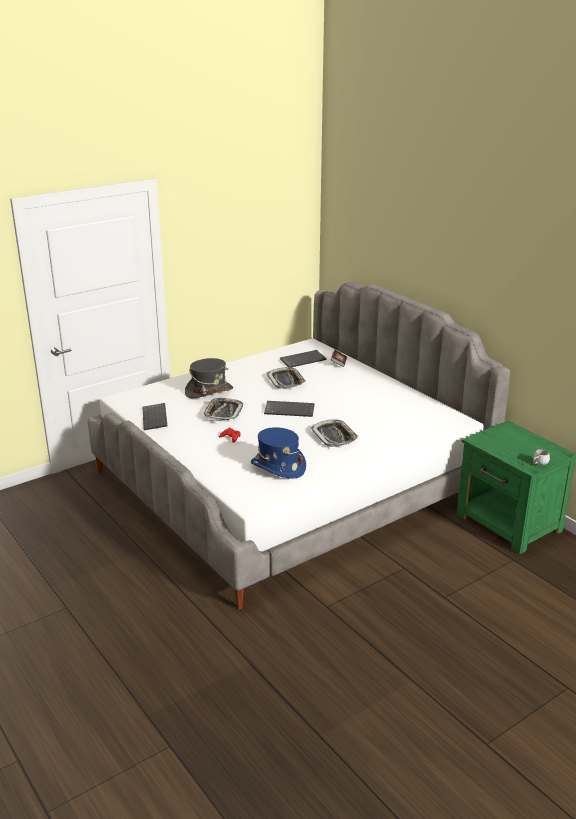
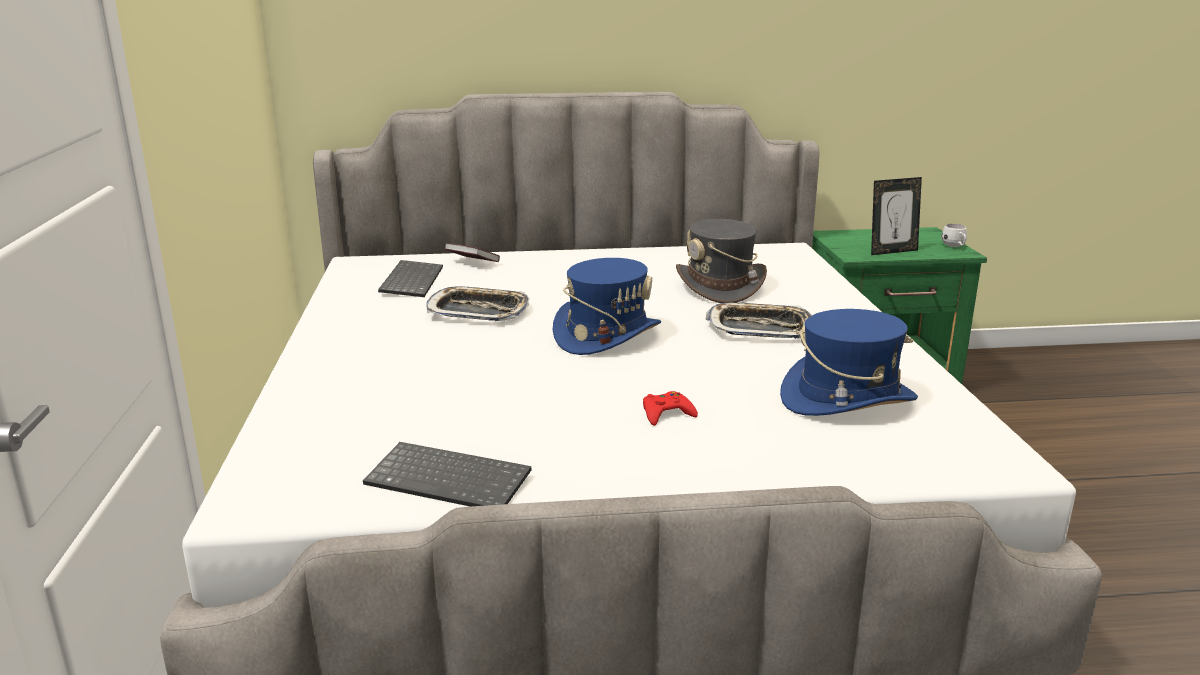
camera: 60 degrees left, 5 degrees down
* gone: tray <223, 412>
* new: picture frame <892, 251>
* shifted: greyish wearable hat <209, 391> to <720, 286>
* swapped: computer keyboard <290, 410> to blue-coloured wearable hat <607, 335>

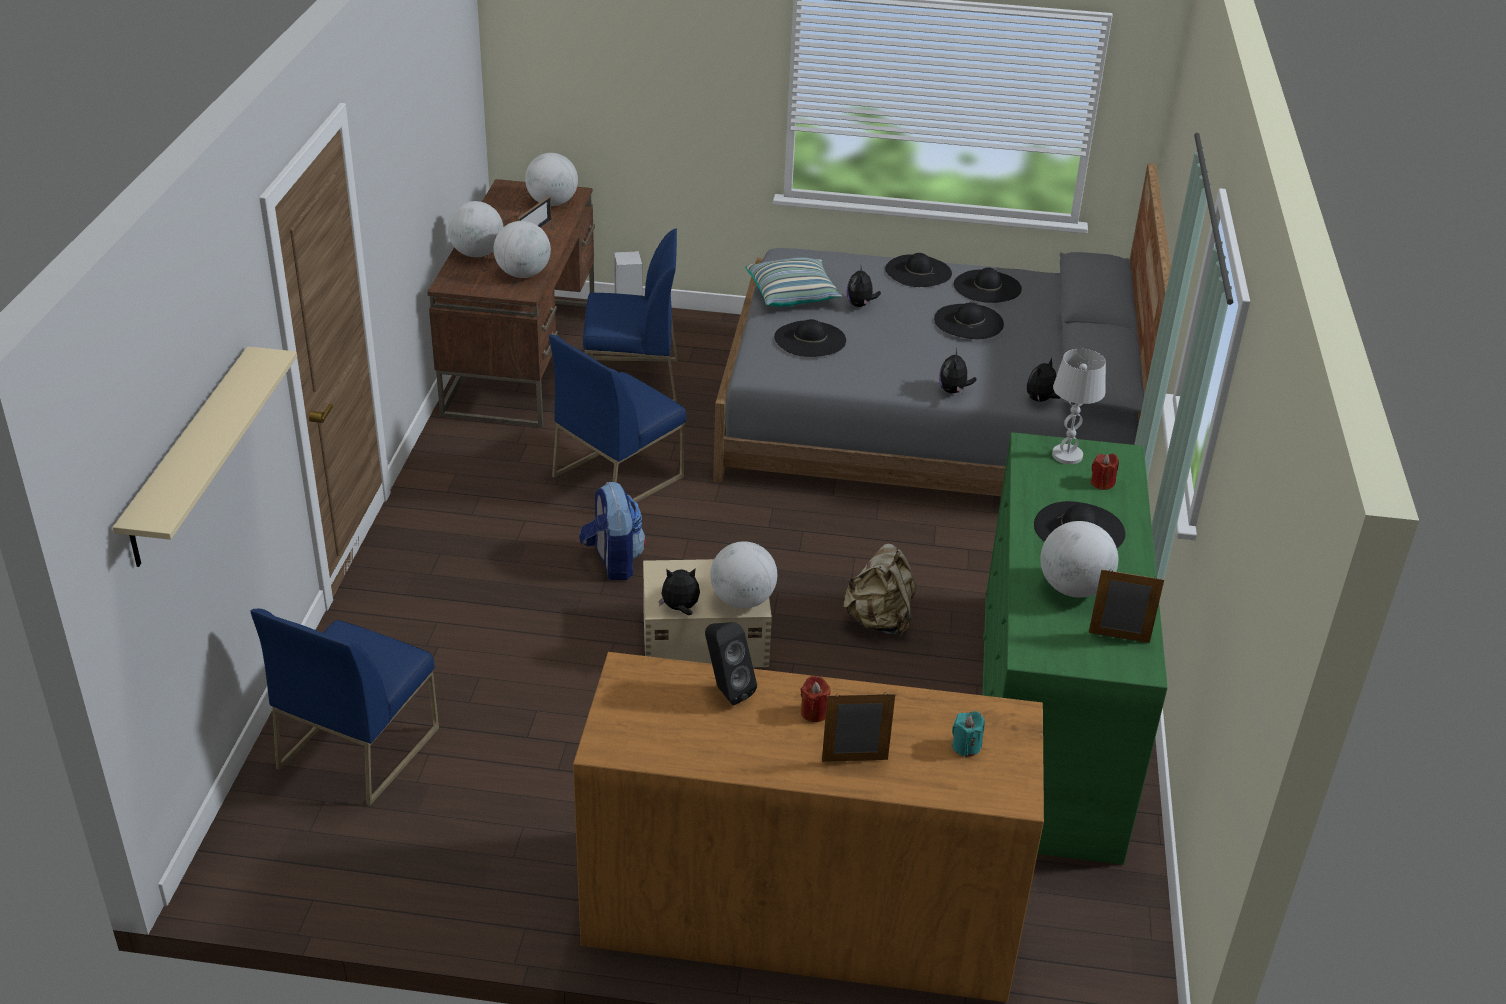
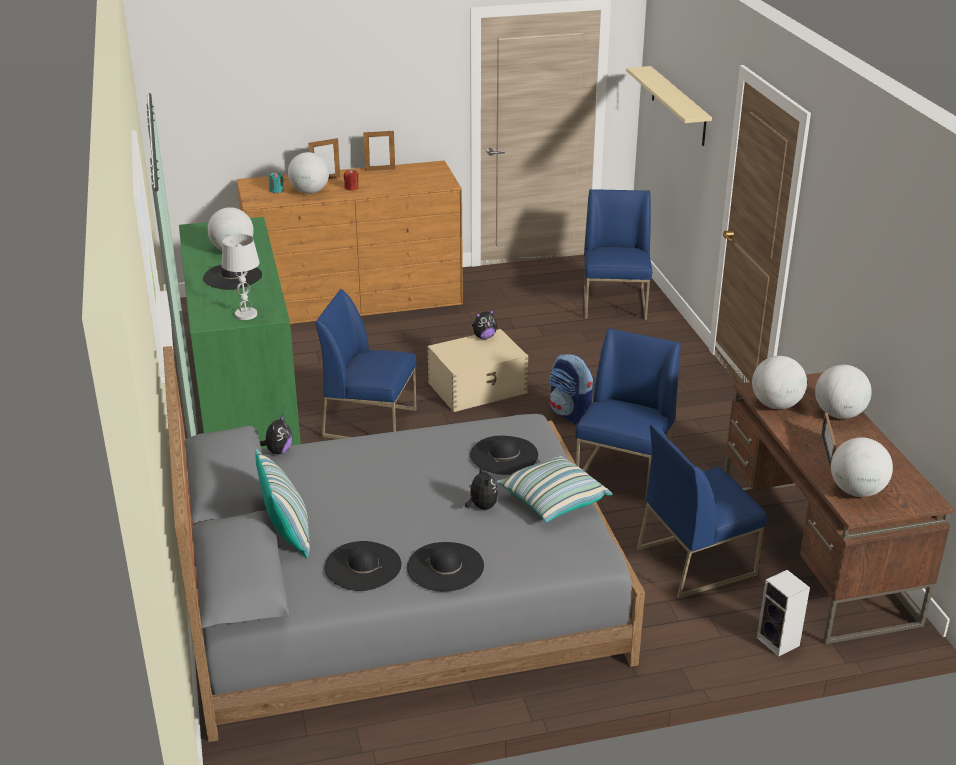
camera: 160 degrees right, 5 degrees down
* gone: black audio speaker <726, 691>
* gone: black wearable hat <968, 321>
* gone: soft toy <953, 391>
* gone: red wax light <1102, 483>
* new: cushion <287, 535>
* shifted: globe <743, 600> to <309, 192>
* shifted: picture frame <1119, 637> to <380, 170>
* swapped: sand-coloured knapsack <879, 621> to blue-coloured plain chair <371, 422>

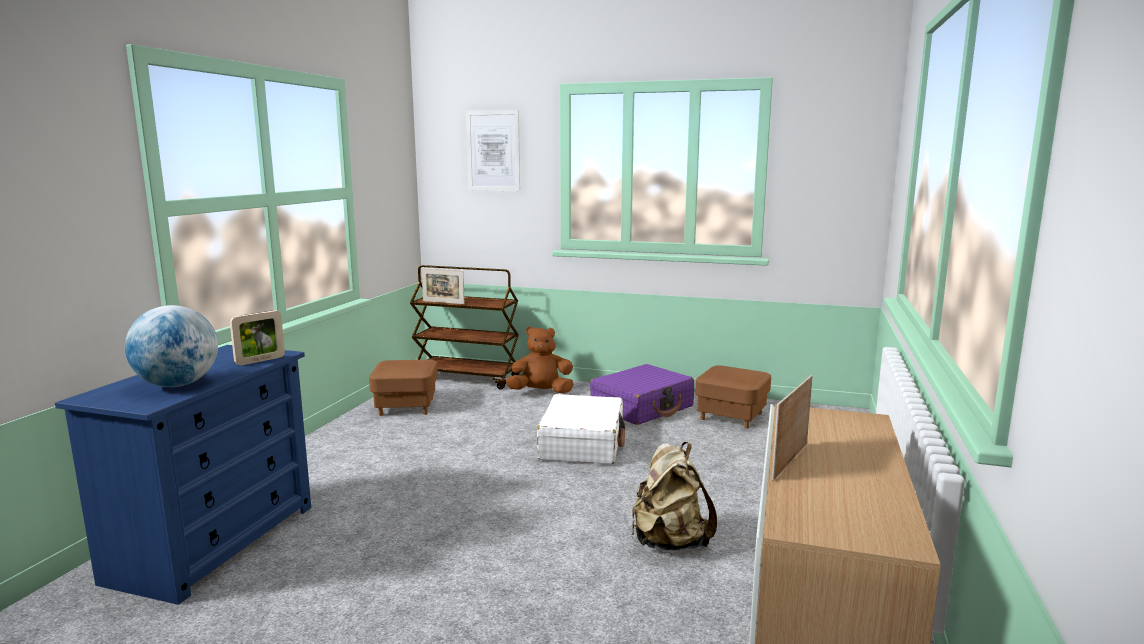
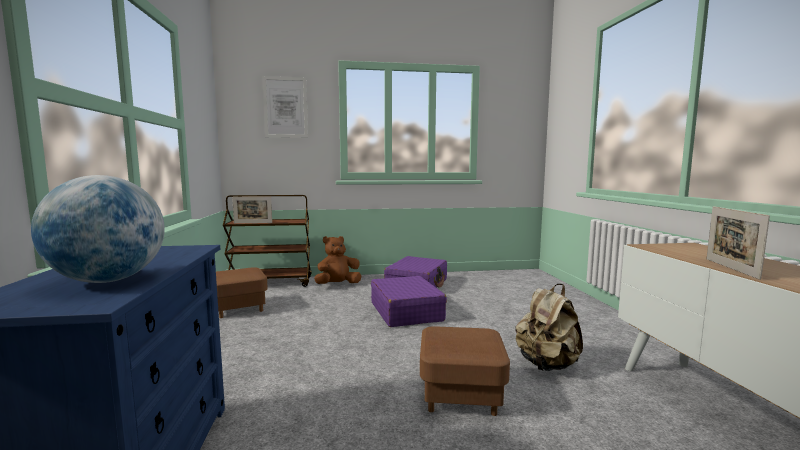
camera: 25 degrees left, 5 degrees down
* gone: picture frame <260, 360>
* shifted: brown ottoman <731, 416> to <461, 395>
* repainted: white-coloured travel case <582, 443> to purple-coloured travel case <406, 311>

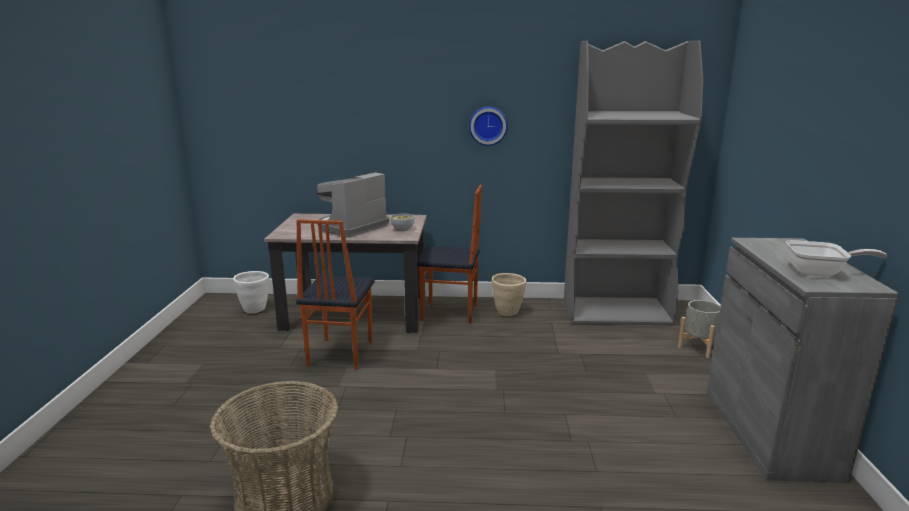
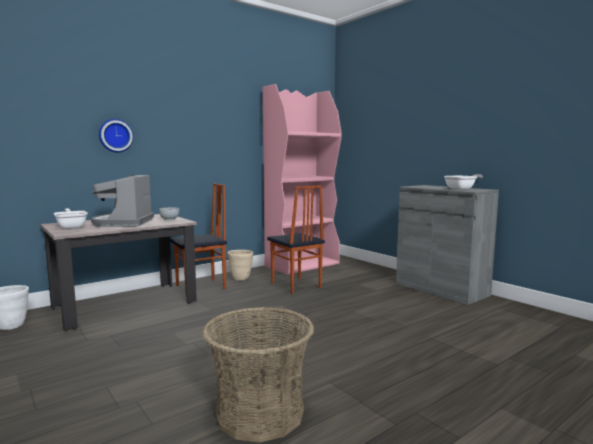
camera: 40 degrees left, 10 degrees down
* gone: greyish flower pot <698, 347>
* new: skillet <71, 227>
* shifted: plain chair <339, 354> to <295, 286>
* shifted: hanging clock <488, 125> to <115, 135>
* repainted: greyish bookcase <617, 312> to pinkish bookcase <302, 265>

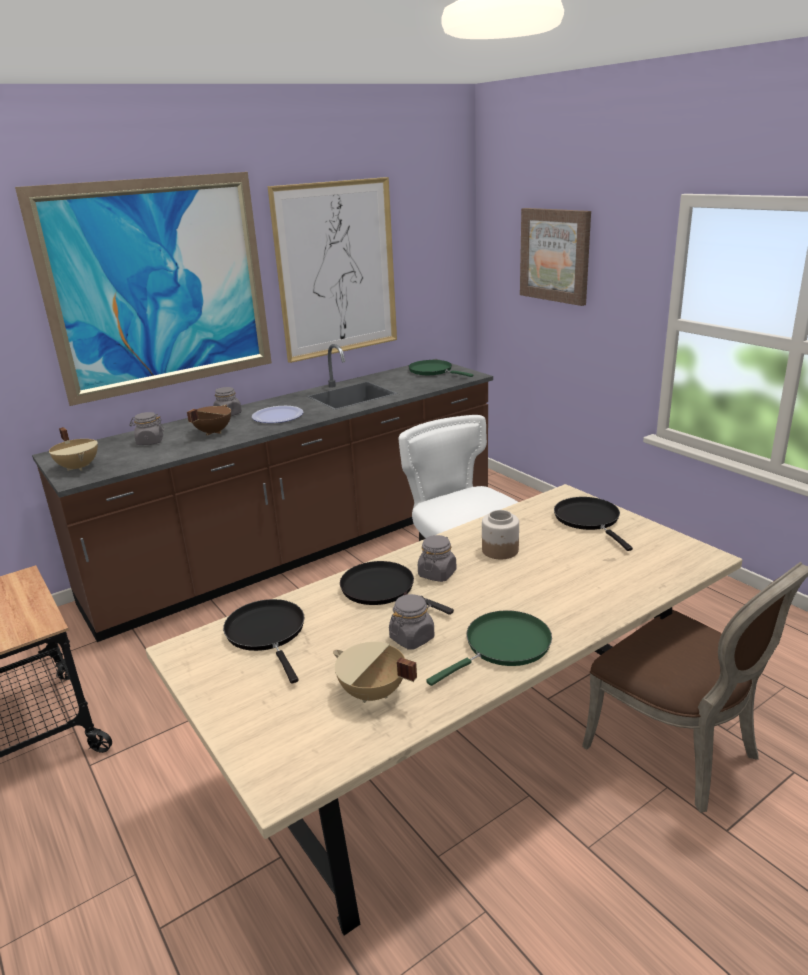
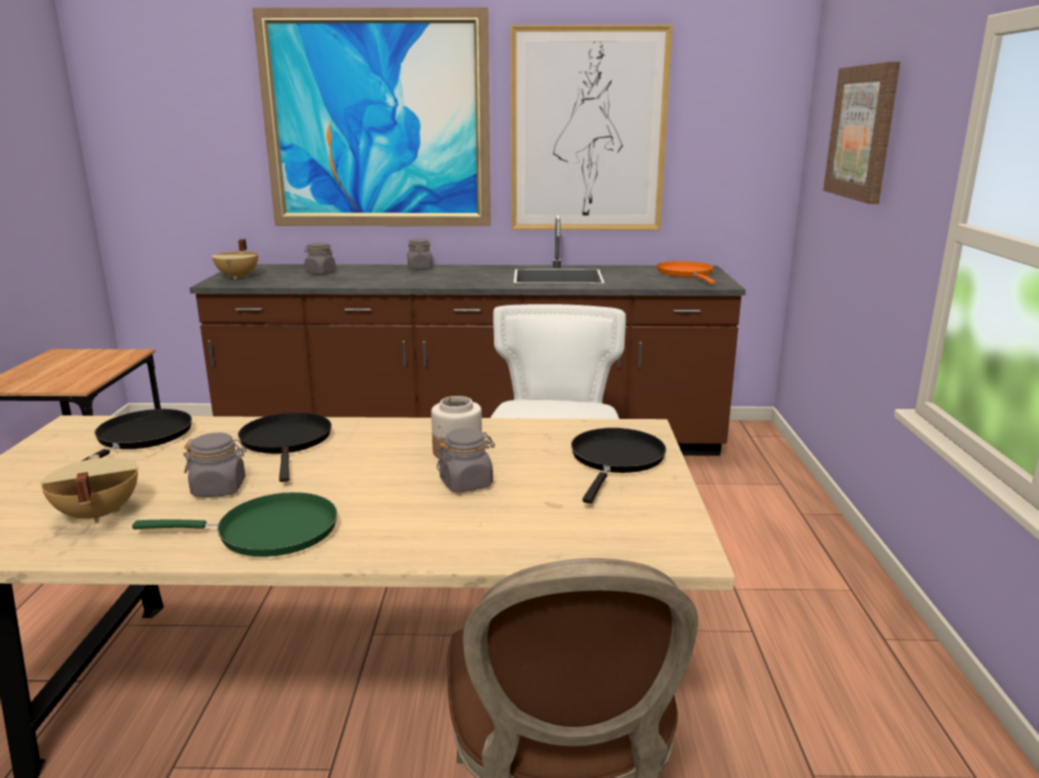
camera: 35 degrees right, 5 degrees down
* gone: brown saucepot <212, 432>
* gone: plate <278, 416>
* shifted: greyish storage jar <437, 573> to <466, 483>
* repainted: green skillet <433, 371> to orangey skillet <686, 274>

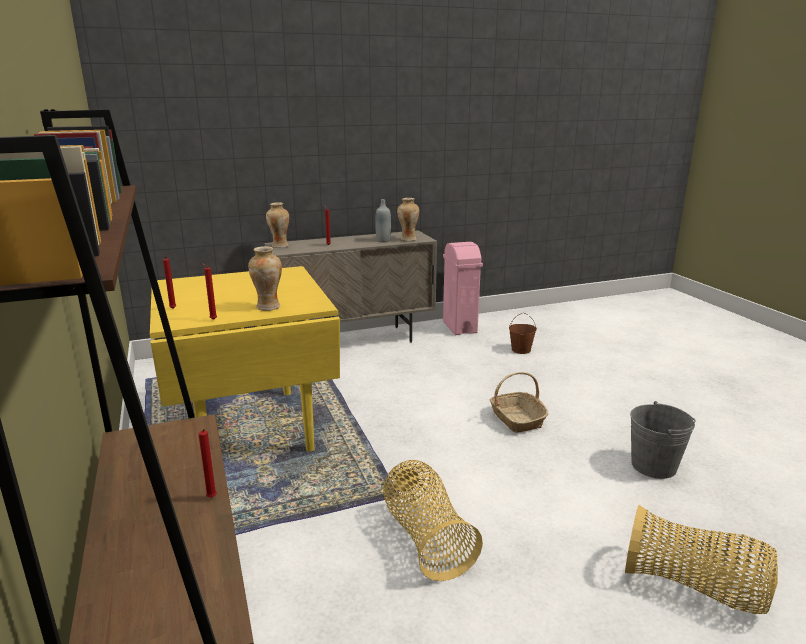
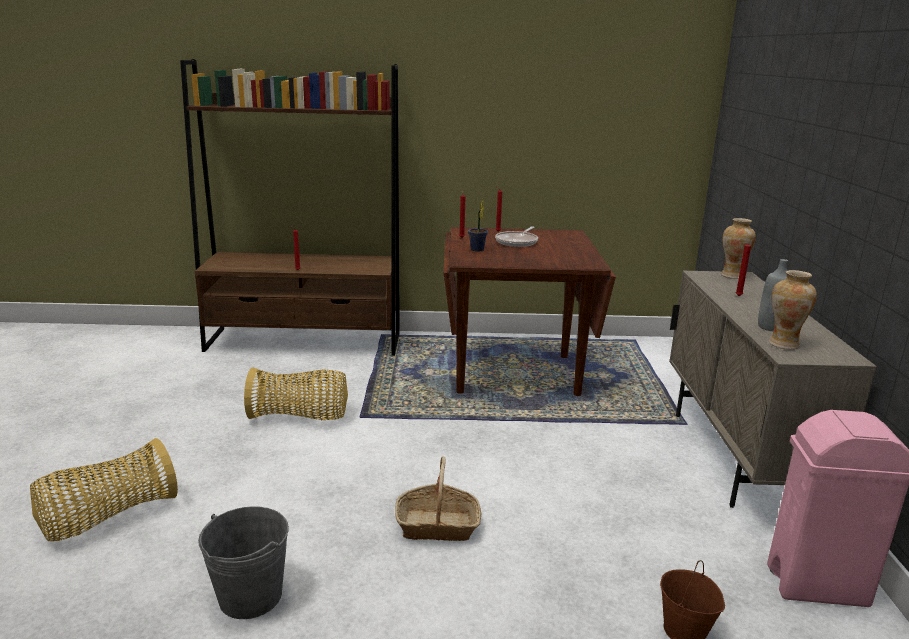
camera: 110 degrees right, 0 degrees up
* new: skillet <517, 242>
* swapped: flower vase <268, 307> to plant in a pot <477, 250>
* repainted: yellow-coloured kitchen table <253, 427> to brown kitchen table <515, 374>

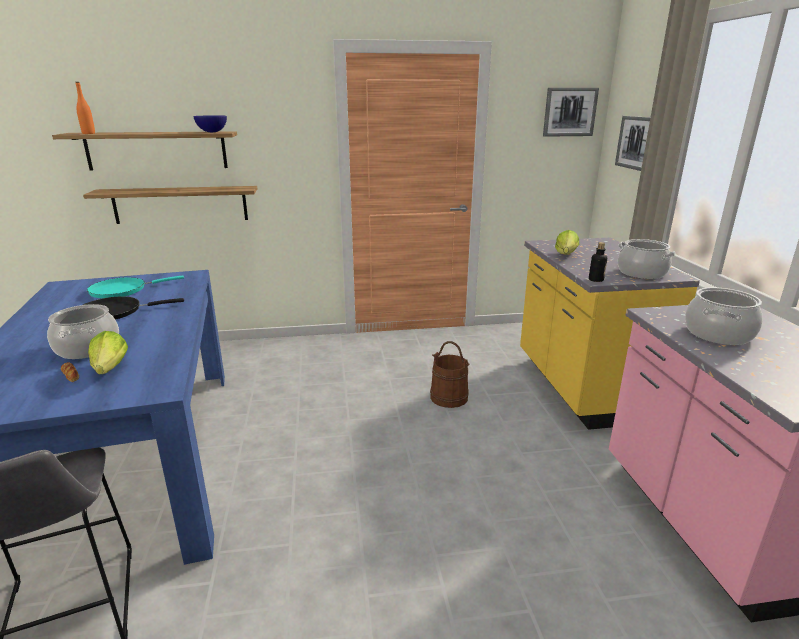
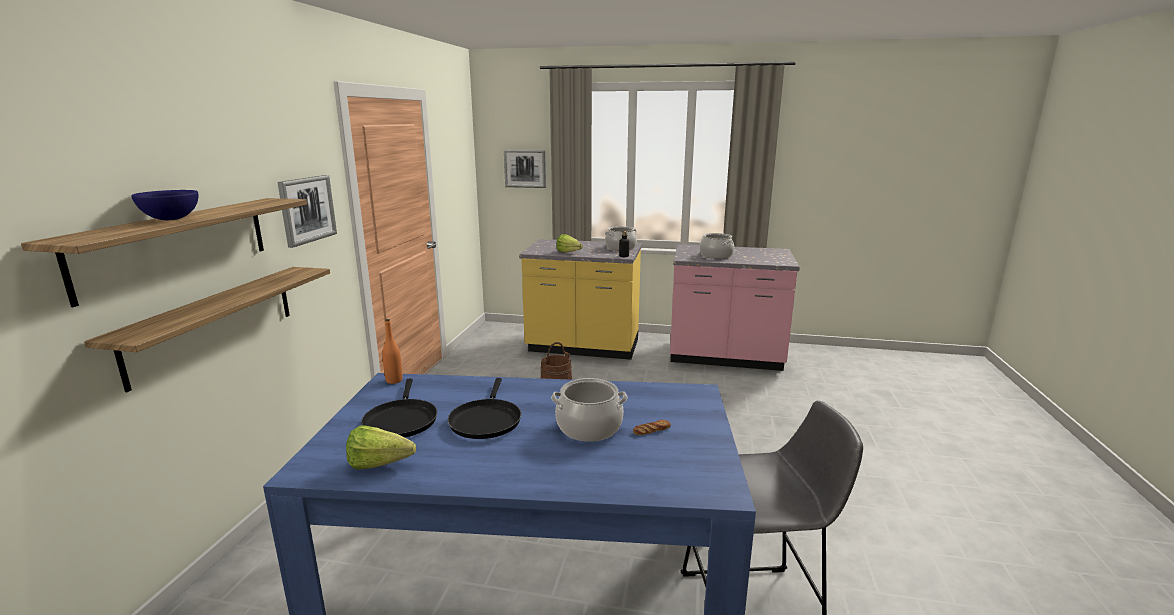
camera: 70 degrees left, 5 degrees down
* shifted: orangey beverage bottle <88, 133> to <394, 380>
* shifted: lettuce <107, 372> to <384, 465>
* shifted: blue-coloured bowl <211, 132> to <171, 219>
* shifted: wall art <569, 112> to <307, 209>
* repainted: blue-green skillet <122, 290> to black skillet <401, 420>

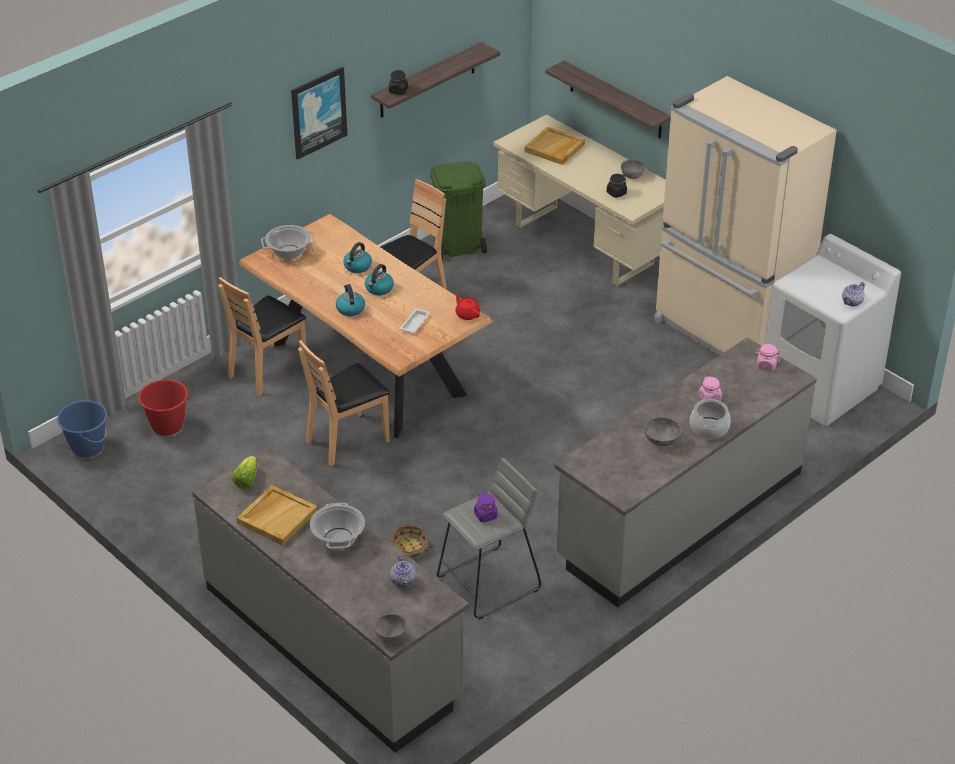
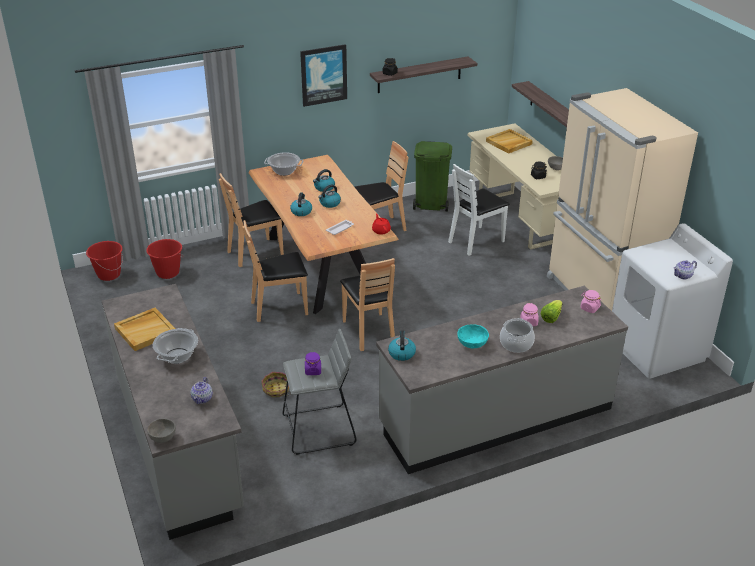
camera: 20 degrees right, 5 degrees down
* new: brown plain chair <369, 331>
* new: tea kettle <401, 353>
* new: white-coloured plain chair <476, 241>
* shifted: lettuce <246, 480> to <551, 317>
* repainted: blue-coloured pail <87, 447> to red pail <109, 274>
* repainted: greyish bowl <661, 440> to blue-green bowl <472, 343>

